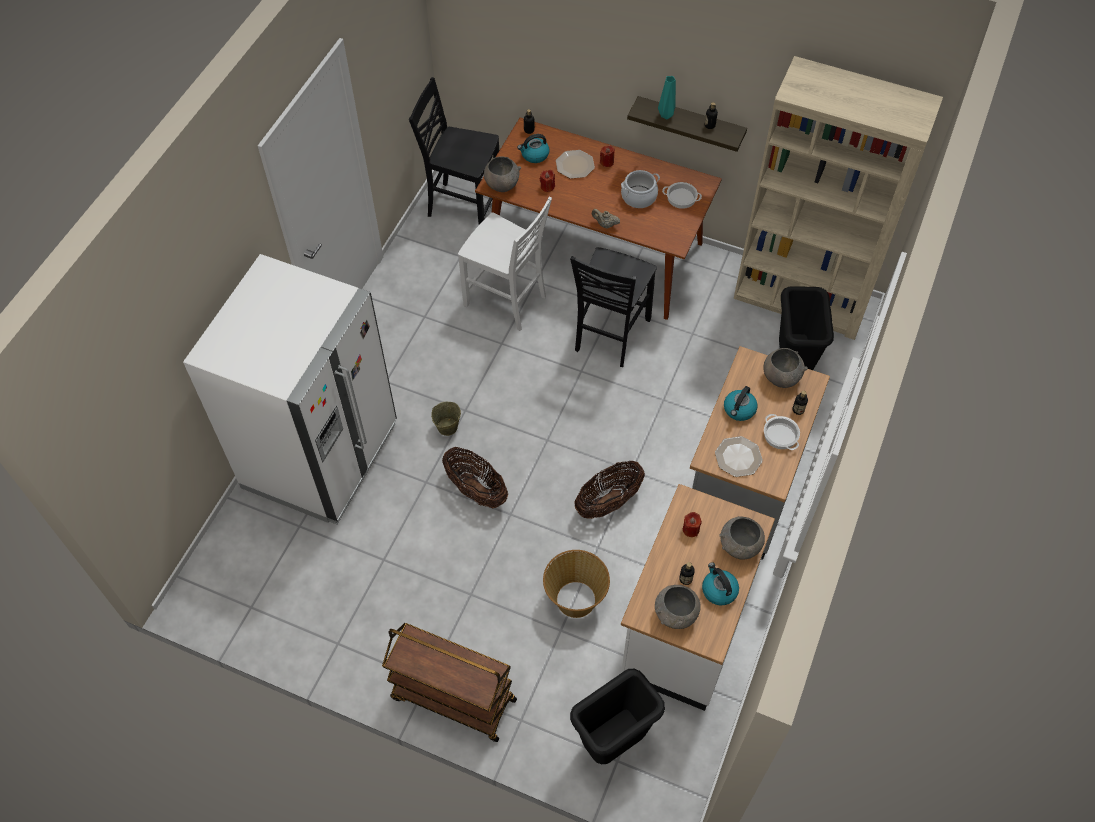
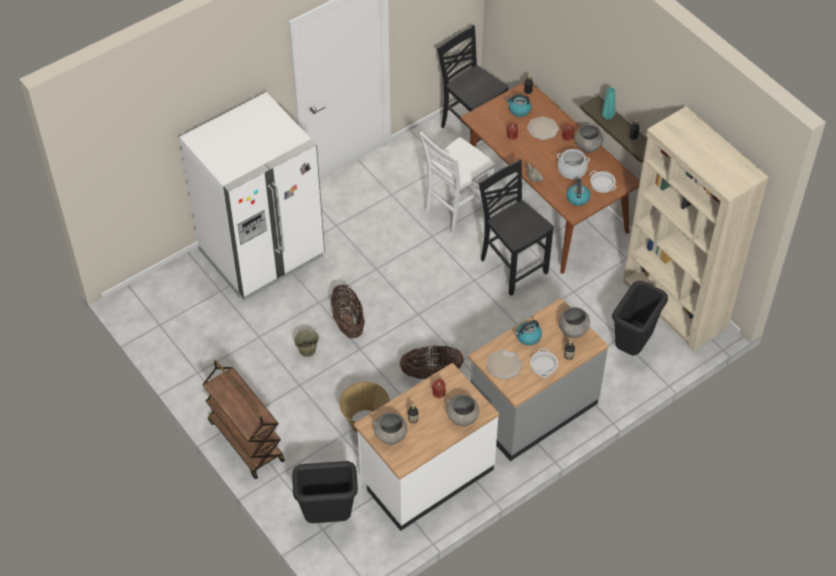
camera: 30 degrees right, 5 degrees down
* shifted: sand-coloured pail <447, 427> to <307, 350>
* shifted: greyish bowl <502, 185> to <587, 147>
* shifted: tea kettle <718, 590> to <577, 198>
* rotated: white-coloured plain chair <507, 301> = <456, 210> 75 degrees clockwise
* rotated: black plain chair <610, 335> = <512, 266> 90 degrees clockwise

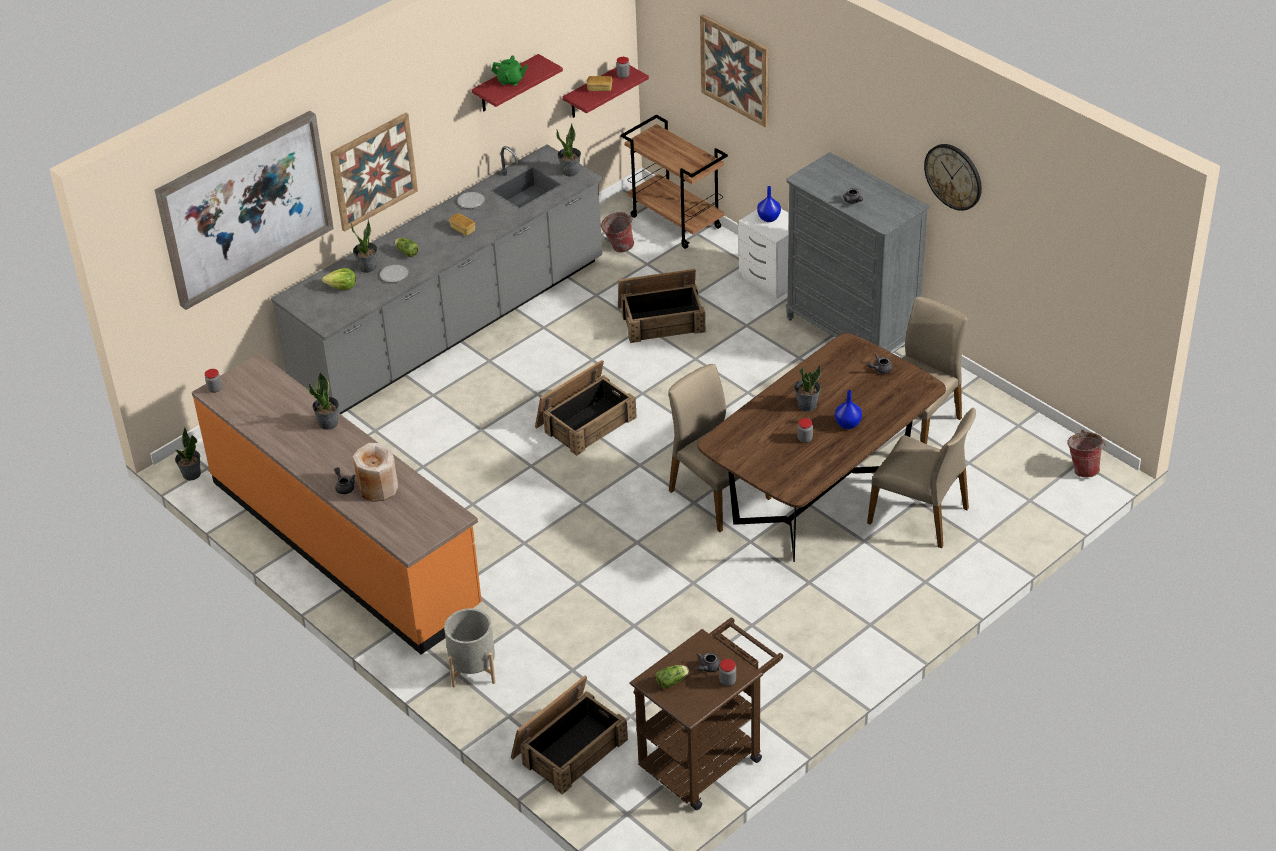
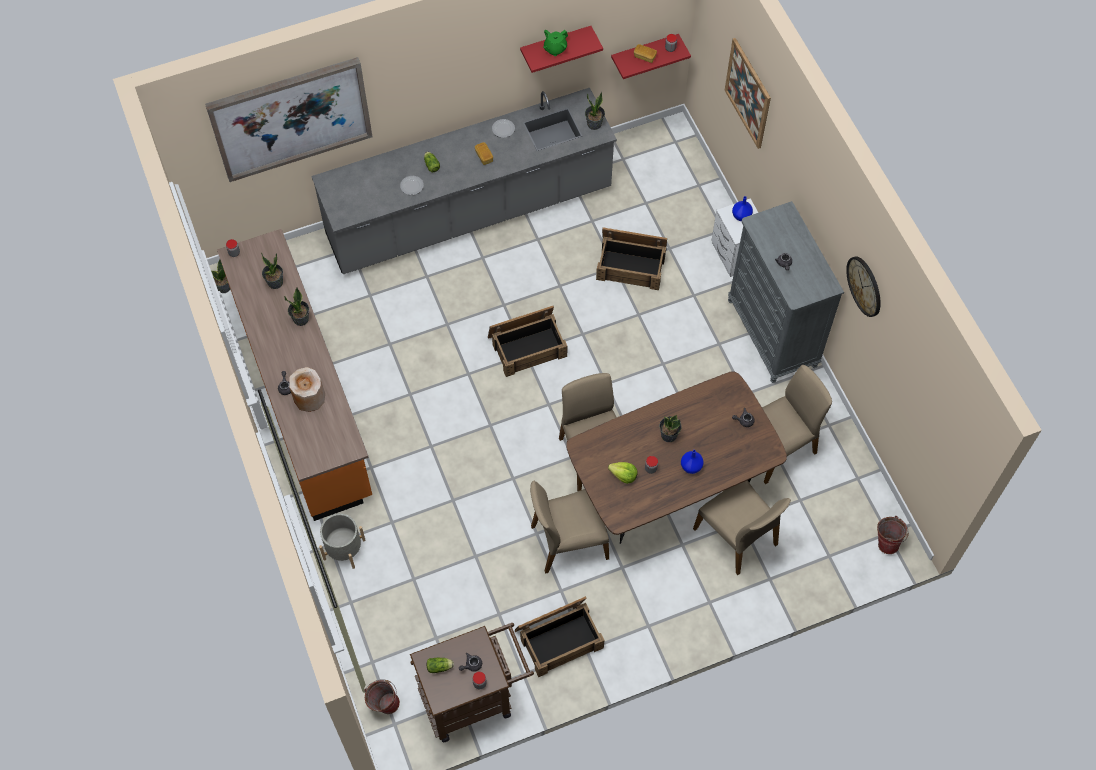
camera: 20 degrees right, 20 degrees up
* gone: wall art <374, 171>
* gone: brown wheeled cart <676, 222>
* new: sand-coloured plain chair <568, 541>
* shifted: lettuce <342, 287> to <623, 475>
* shifted: plant in a pot <368, 267> to <275, 282>
* shifted: crate <569, 747> to <559, 638>
* shifted: pail <618, 248> to <383, 704>
* rotated: green tea pot <510, 81> = <555, 49> 105 degrees clockwise

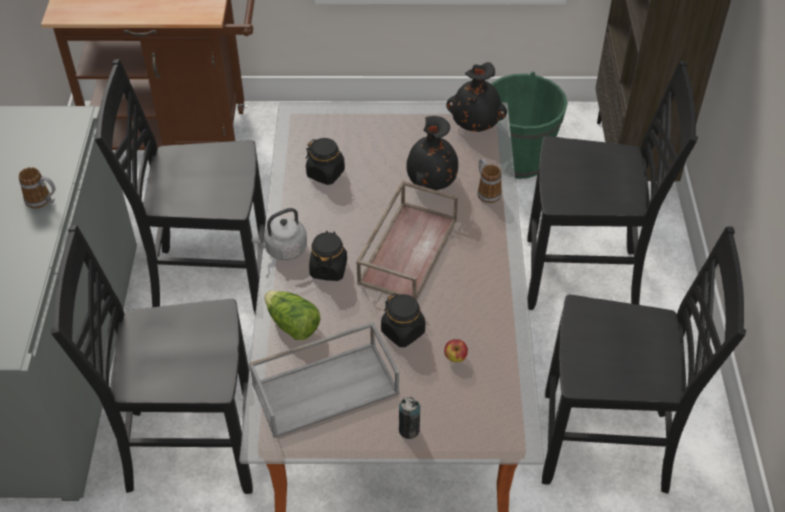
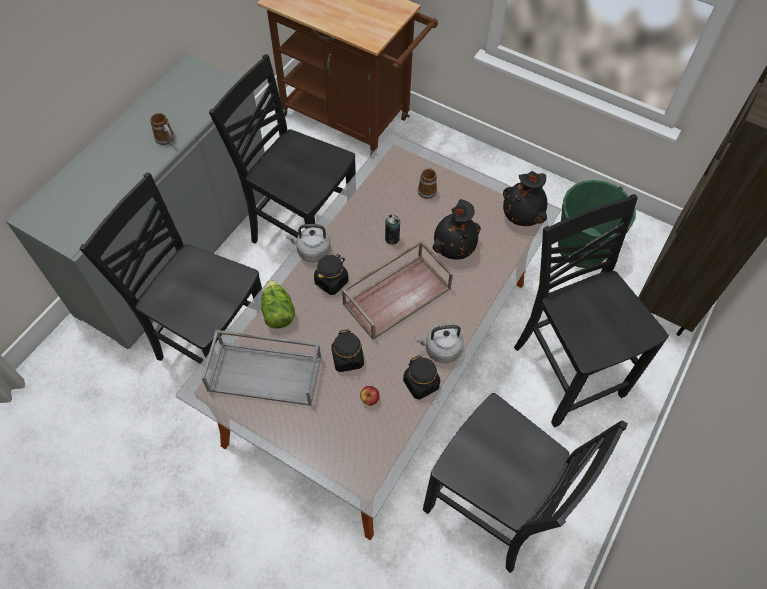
camera: 30 degrees right, 10 degrees up
* new: greyish tea kettle <441, 350>
* shifted: black storage jar <326, 173> to <421, 384>
* shifted: sealed can <409, 430> to <392, 239>
* shifted: mug <486, 191> to <427, 188>
* rotated: black plain chair <584, 278> = <565, 369> 150 degrees counterclockwise

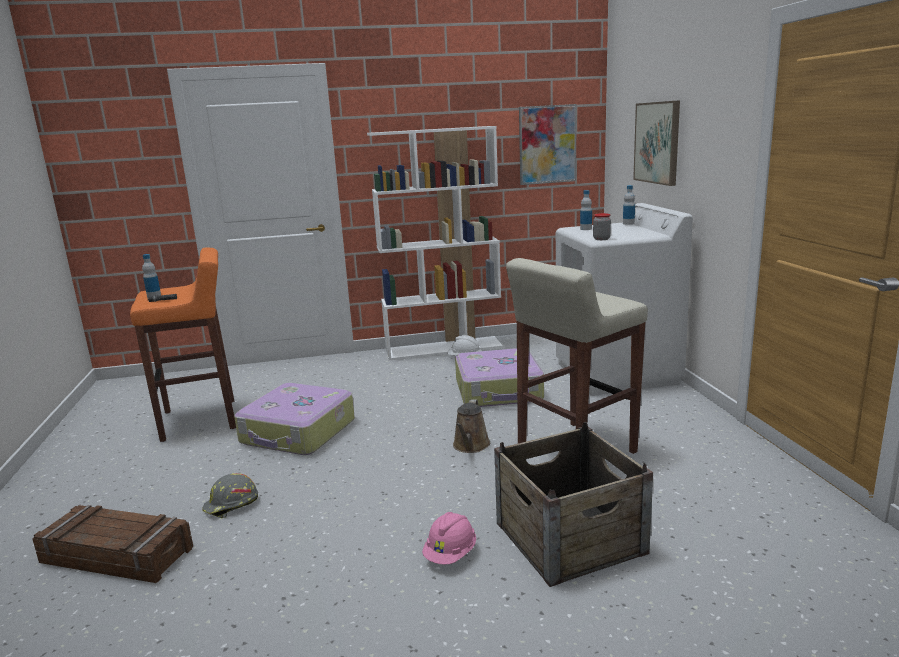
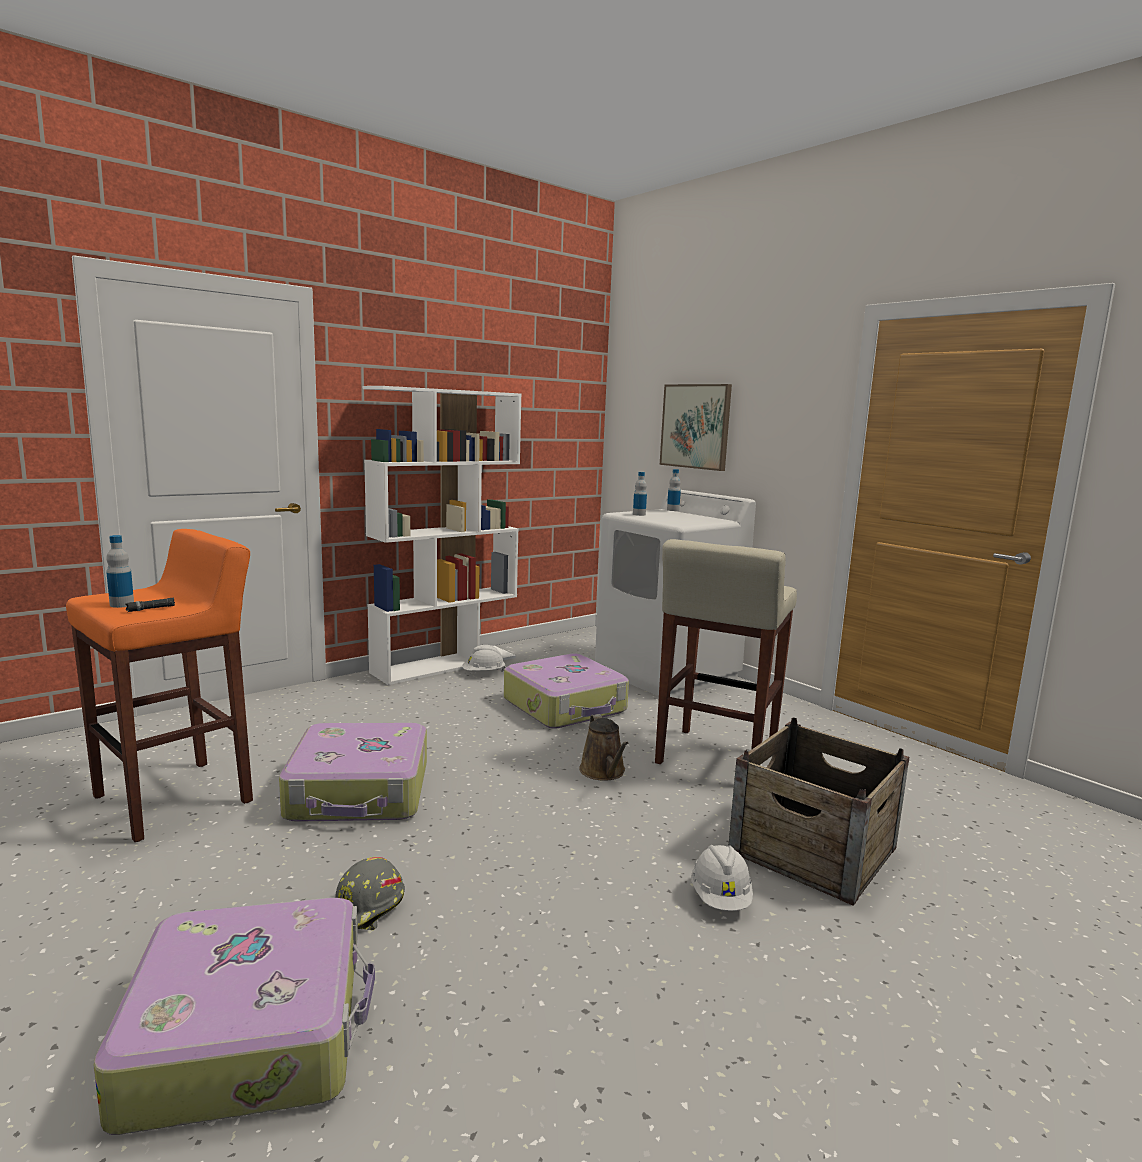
camera: 30 degrees left, 5 degrees down
* gone: wall art <547, 144>
* gone: storage jar <601, 239>
* swapped: crate <118, 555> to travel case <250, 1031>
* repainted: pinkish safety helmet <451, 554> to white-coloured safety helmet <720, 898>

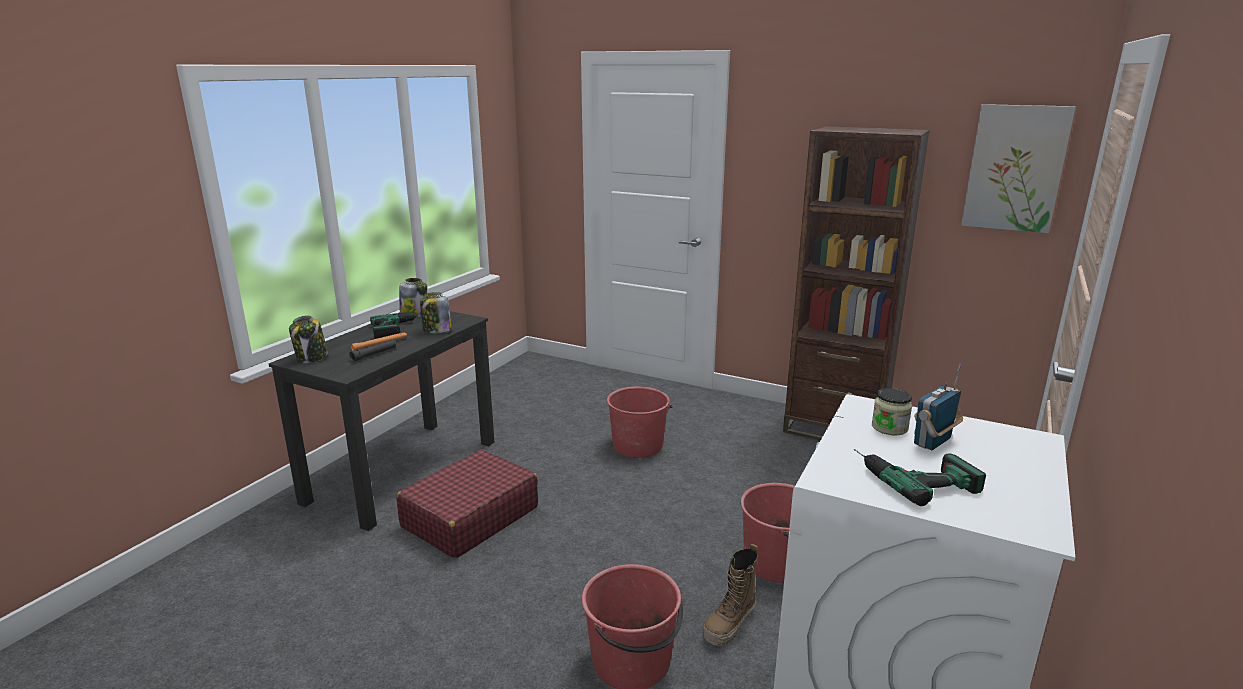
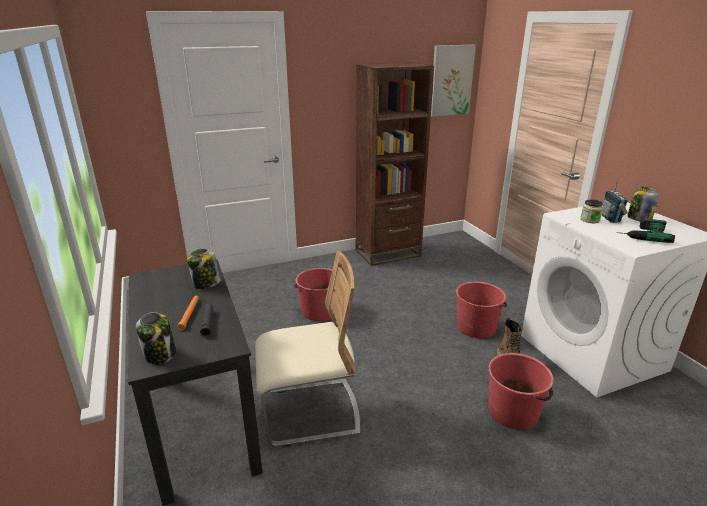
camera: 50 degrees left, 5 degrees up
* gone: drill <400, 328>
* shifted: storage jar <414, 314> to <638, 219>
* swapped: red travel case <470, 517> to sand-coloured plain chair <310, 412>

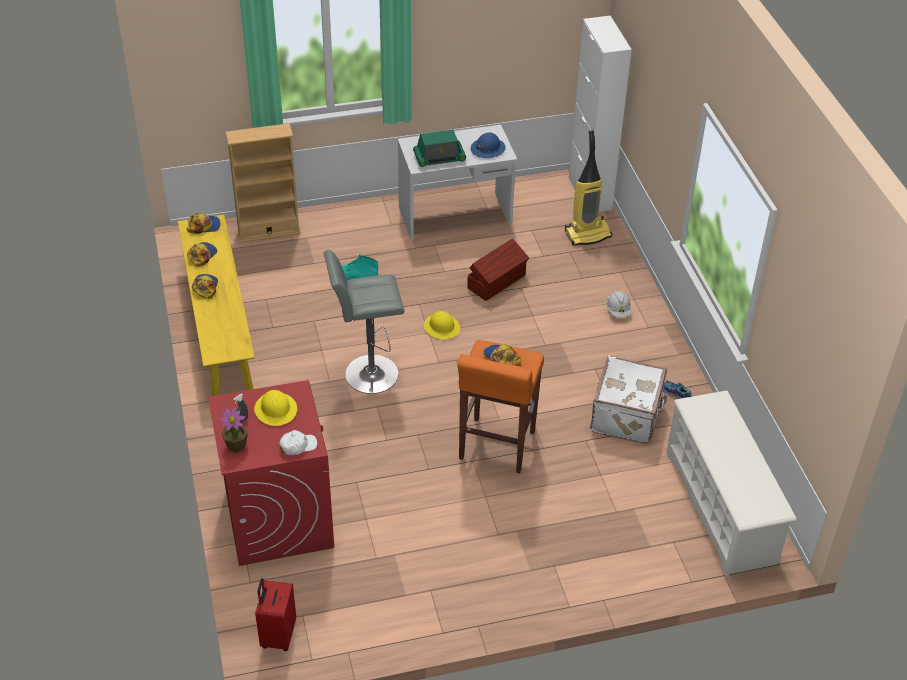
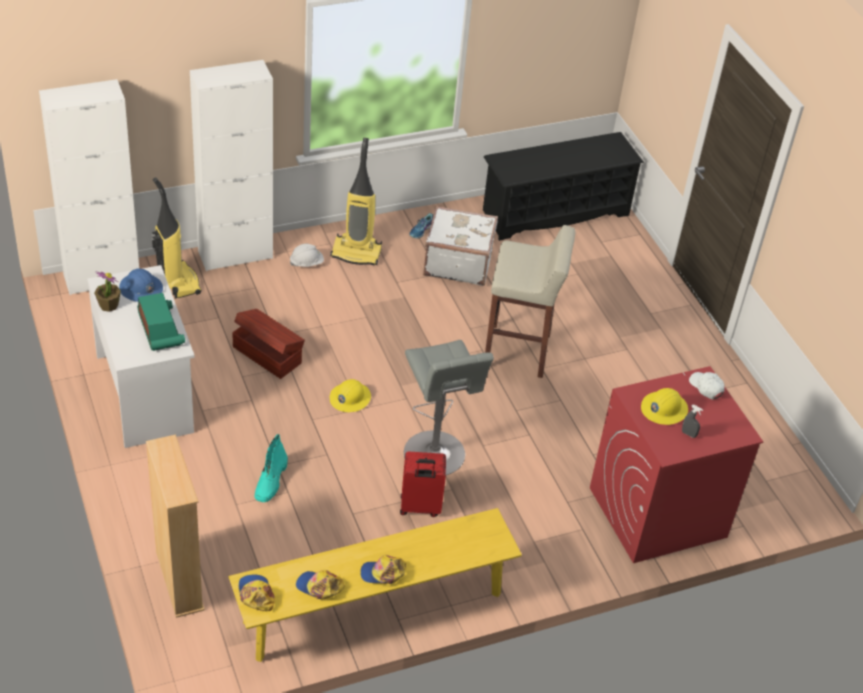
camera: 100 degrees left, 0 degrees up
* gone: cap <501, 358>
* new: white-coloured cupboard <235, 255>
* new: vacuum <357, 253>
* shifted: plant in a pot <236, 445> to <108, 305>
* shifted: red travel case <277, 635> to <420, 507>
* repainted: orangey sitting stool <496, 446> to sand-coloured sitting stool <518, 351>
* repainted: white-coloured shoe stand <721, 507> to black shoe stand <555, 212>

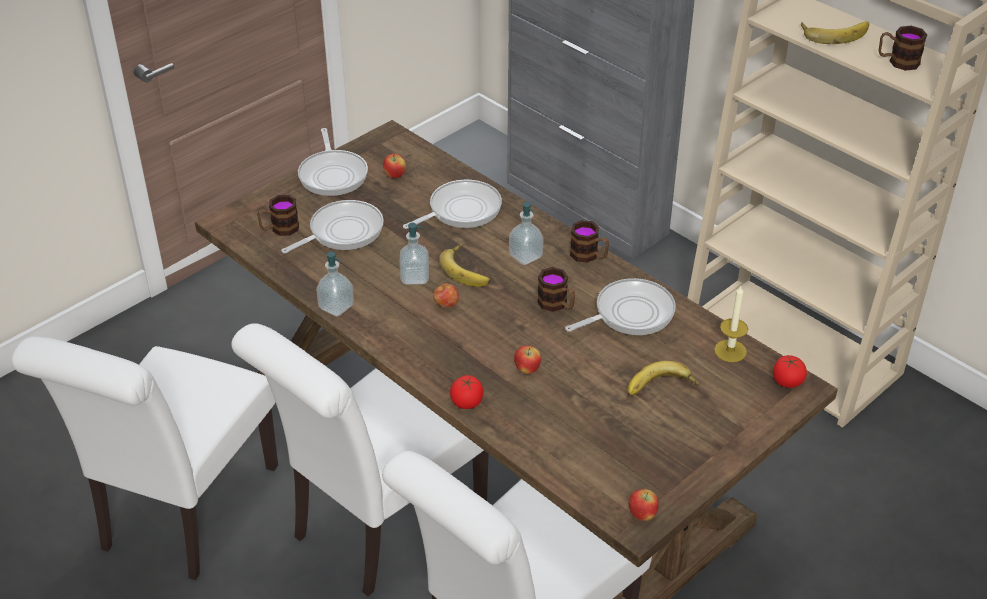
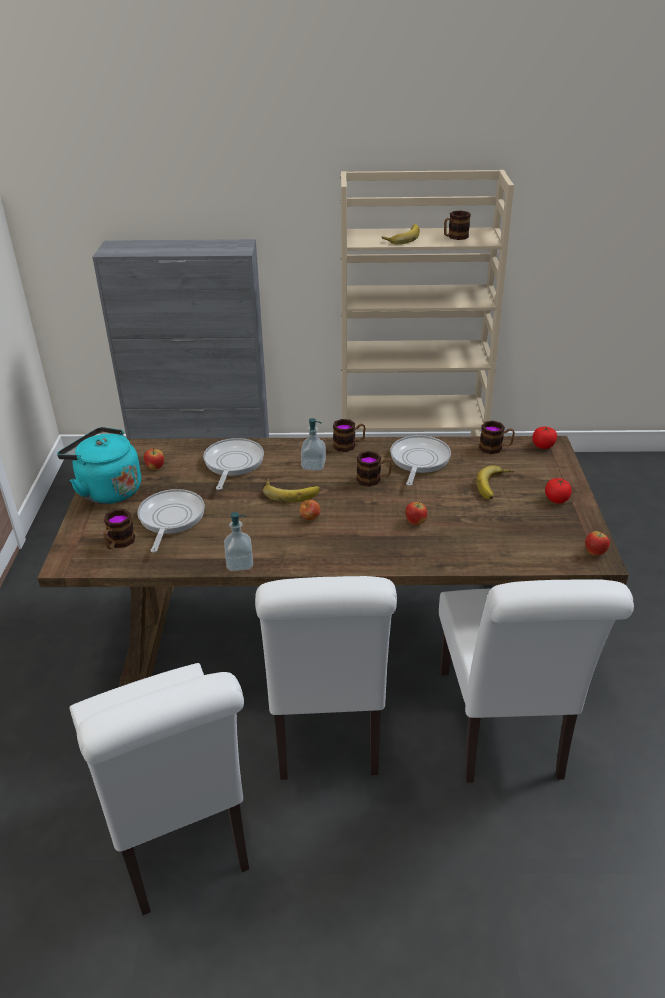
camera: 45 degrees left, 5 degrees down
* gone: liquid soap bottle <415, 277>
* shifted: fresh tomato <467, 402> to <556, 499>
* swapped: skillet <333, 174> to blue-green tea kettle <107, 490>
* swapped: wax light <730, 351> to mug <495, 448>

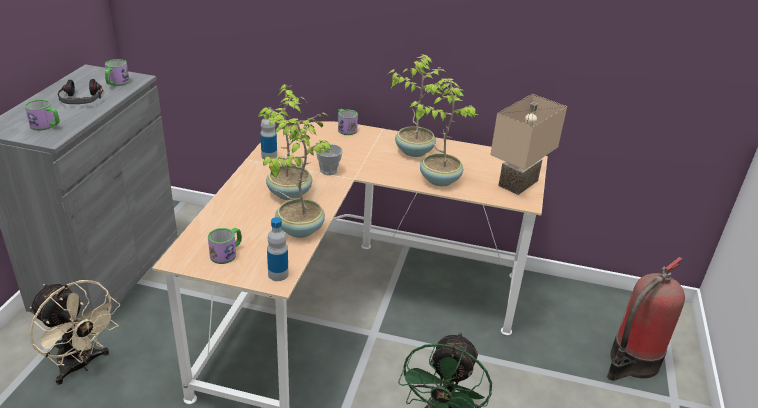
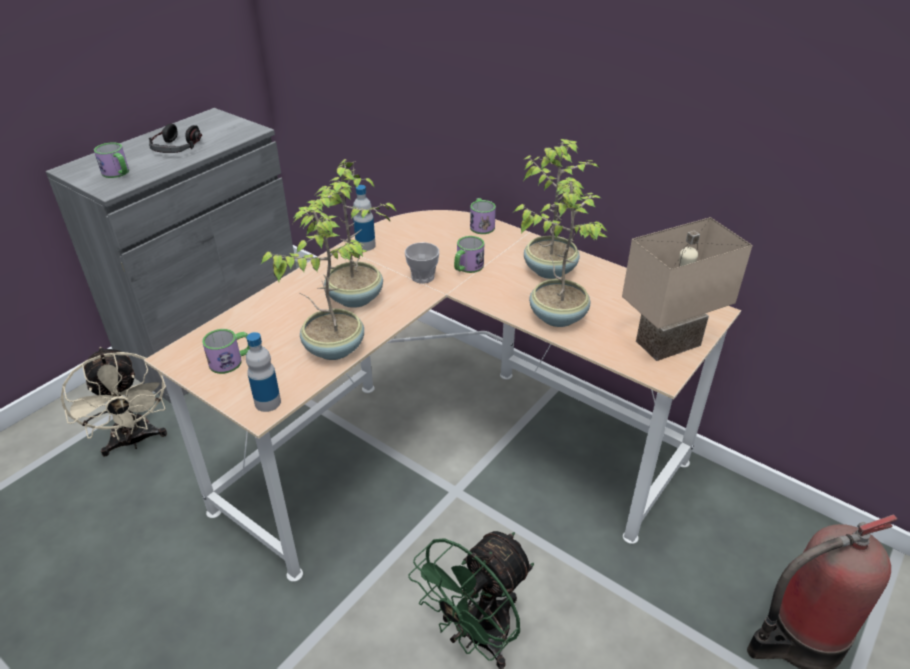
camera: 25 degrees right, 5 degrees up
* shifted: mug <116, 83> to <467, 267>

